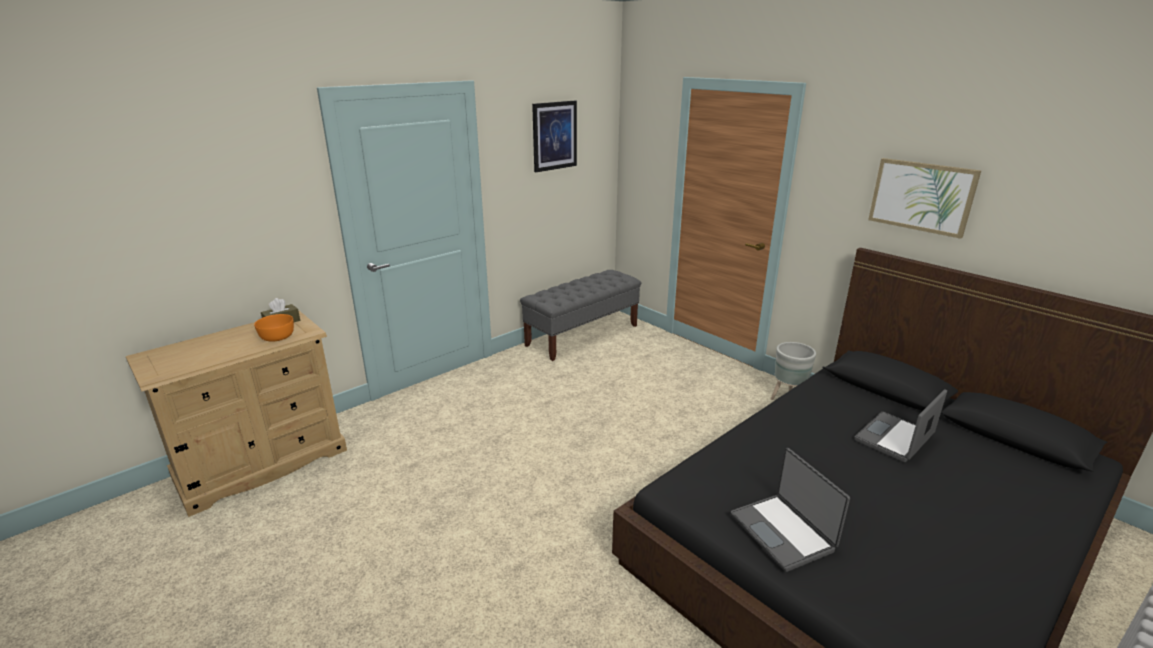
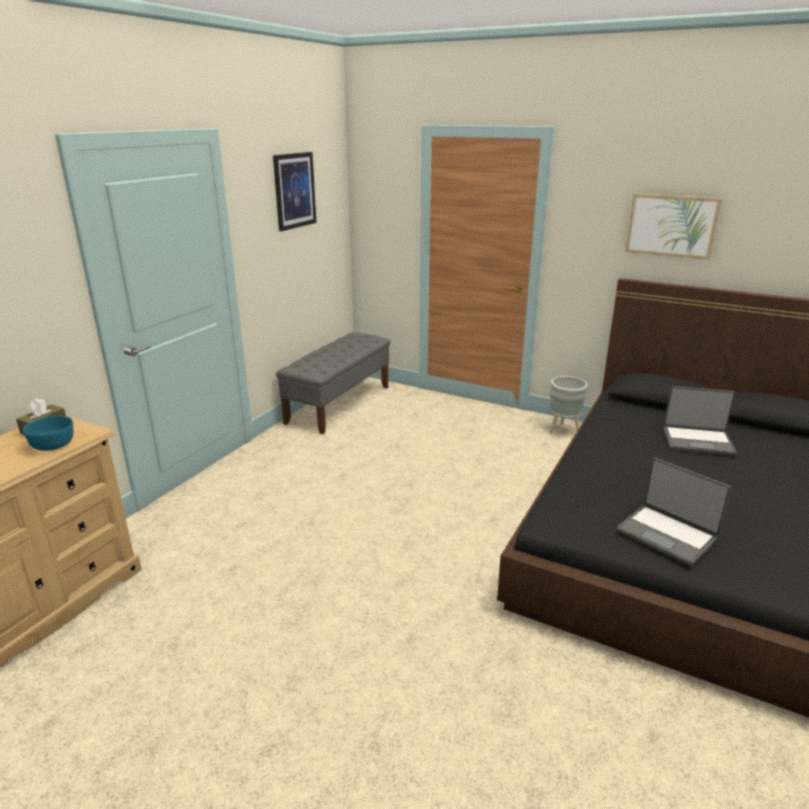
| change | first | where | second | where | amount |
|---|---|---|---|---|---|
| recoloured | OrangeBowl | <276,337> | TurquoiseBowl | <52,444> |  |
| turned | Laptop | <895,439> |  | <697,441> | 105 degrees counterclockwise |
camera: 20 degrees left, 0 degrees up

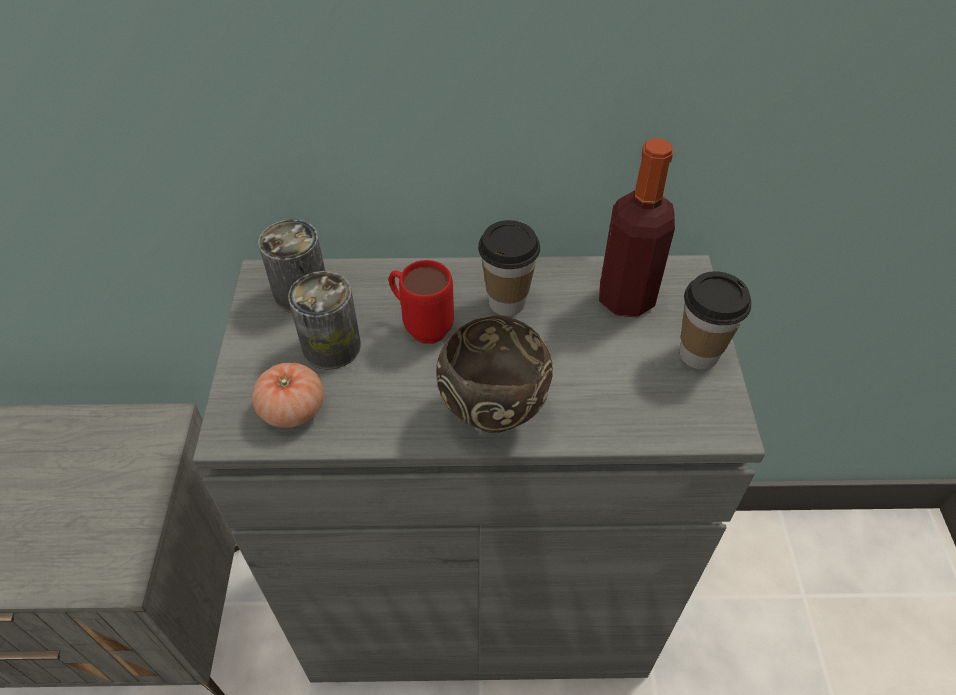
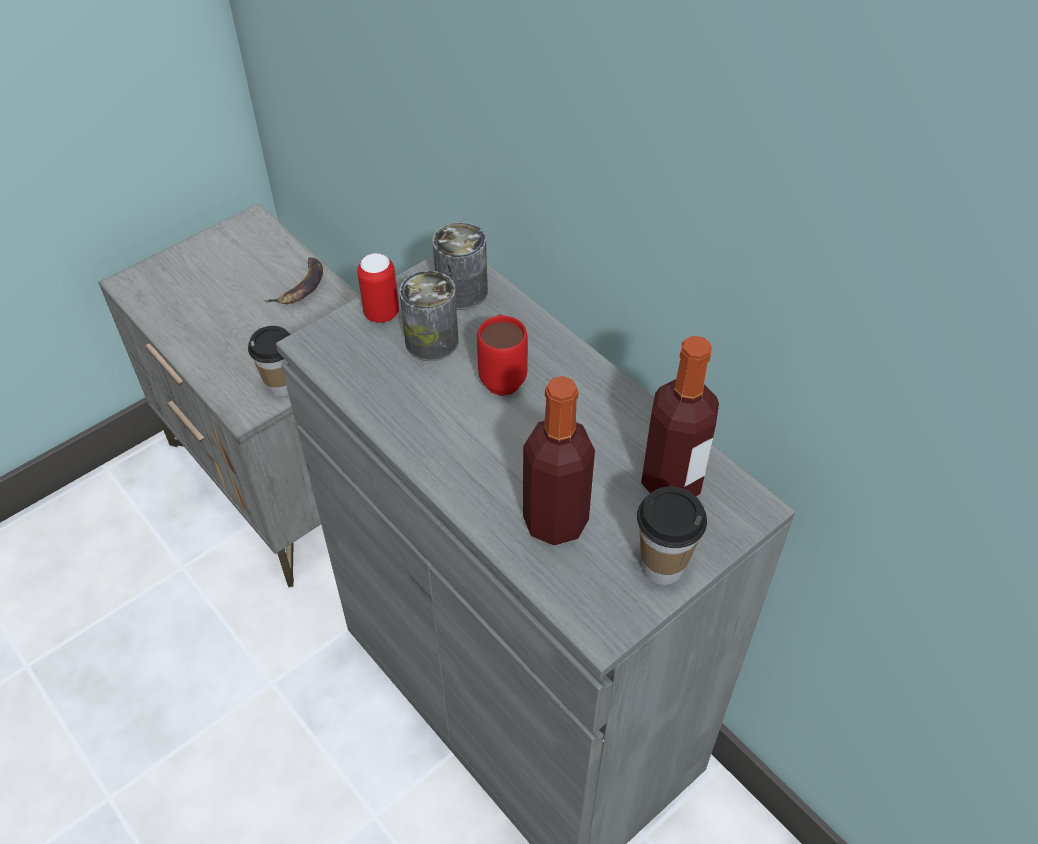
| change | first | where | second | where | amount |
|---|---|---|---|---|---|
| removed | Tomato | <292,409> |  |  |  |
| removed | BrownBowl | <493,413> |  |  |  |
| added |  |  | Banana | <301,286> |  |
| added |  |  | Can | <382,314> |  |
| added |  |  | Bottle | <555,521> |  |
| moved | Cup | <506,302> |  | <281,385> |  |
camera: 50 degrees right, 0 degrees up

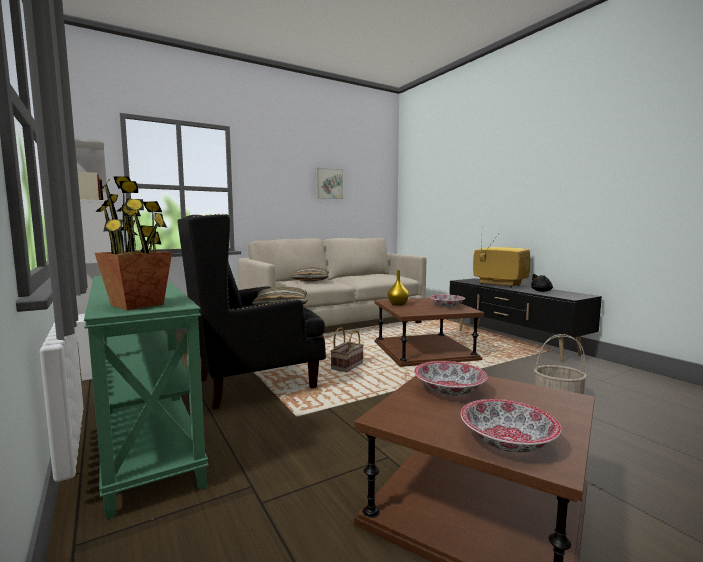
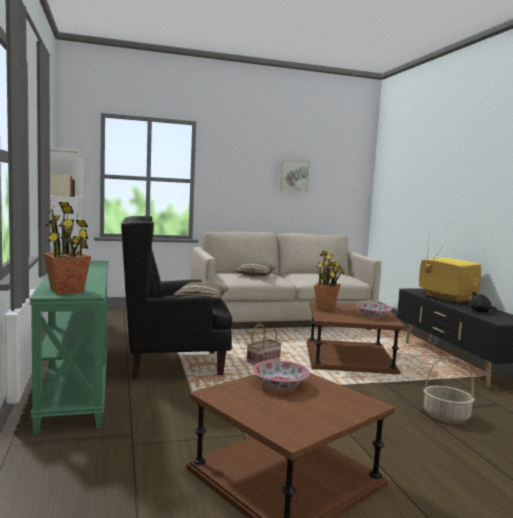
| change | first | where | second | where | amount |
|---|---|---|---|---|---|
| removed | Bowl | <508,442> |  |  |  |
| replaced | YellowVase | <397,304> | PottedPlant | <325,308> |  |
camera: 15 degrees right, 0 degrees up

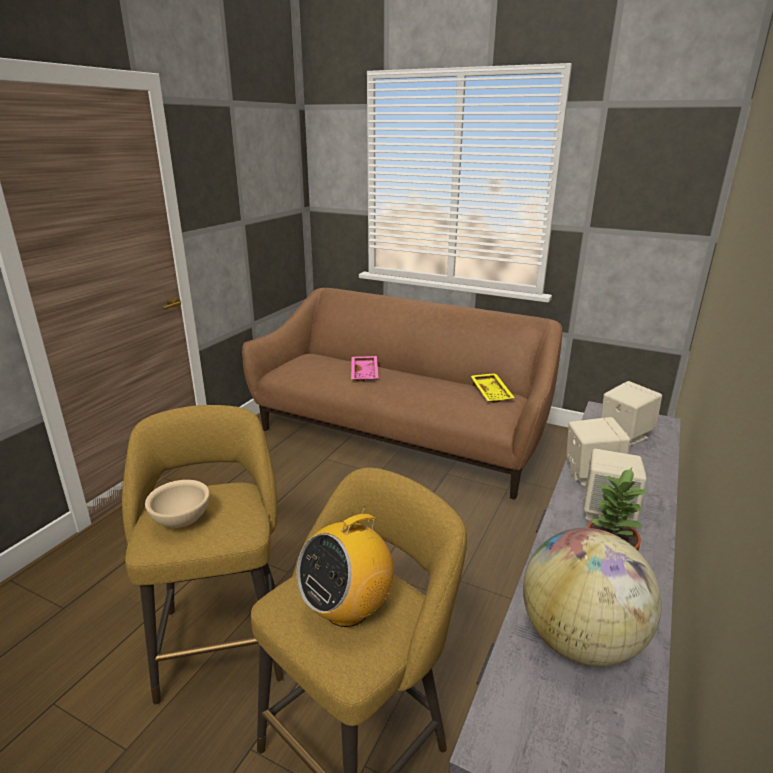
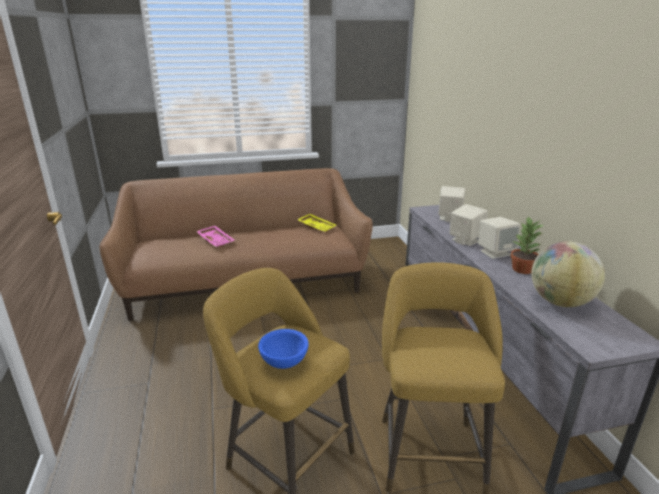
| change | first | where | second | where | amount |
|---|---|---|---|---|---|
| removed | Radio | <347,608> |  |  |  |
| recoloured | BeigeBowl | <181,520> | BlueBowl | <283,362> |  |
camera: 40 degrees left, 0 degrees up

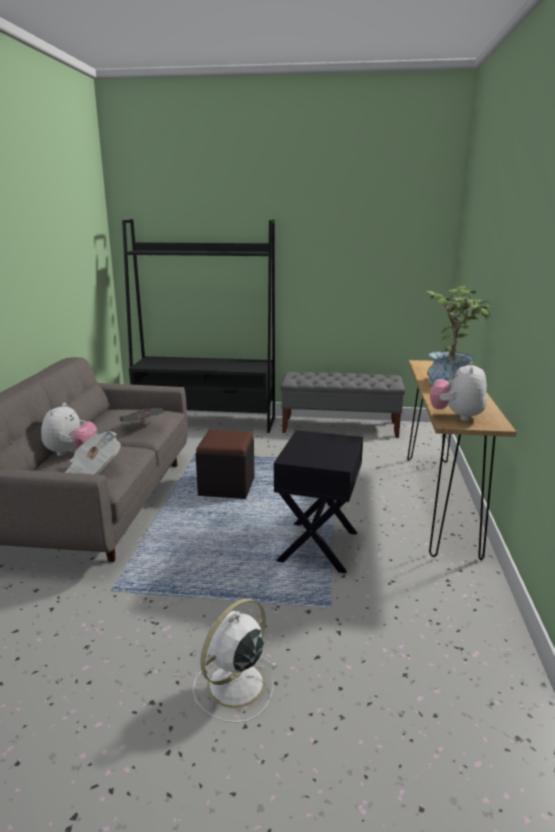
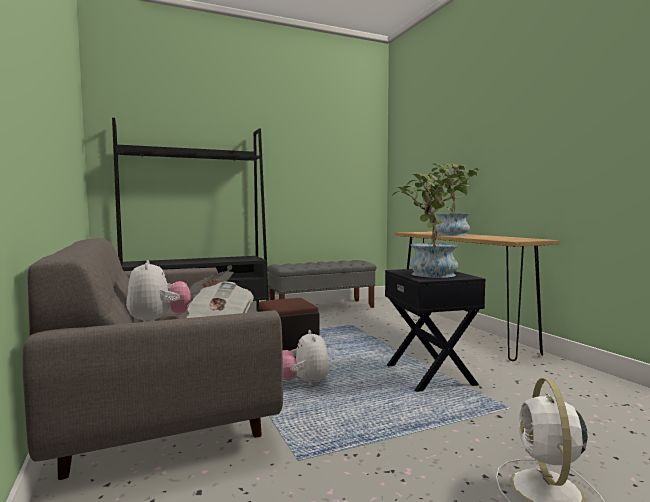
| change | first | where | second | where | amount |
|---|---|---|---|---|---|
| added |  |  | PottedPlant | <430,273> |  |
| moved | PlushToy | <456,416> |  | <304,383> |  |
camera: 30 degrees left, 15 degrees down

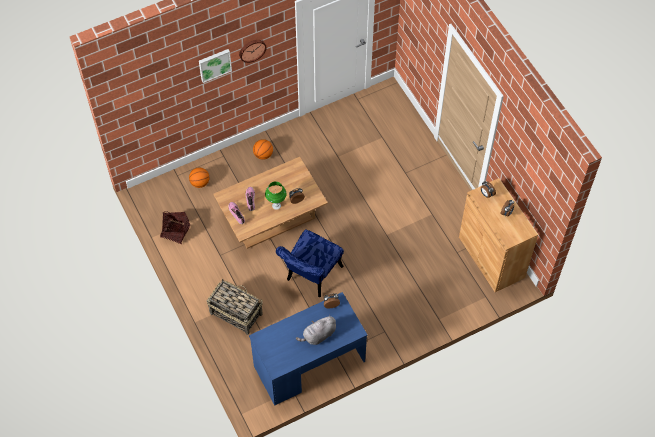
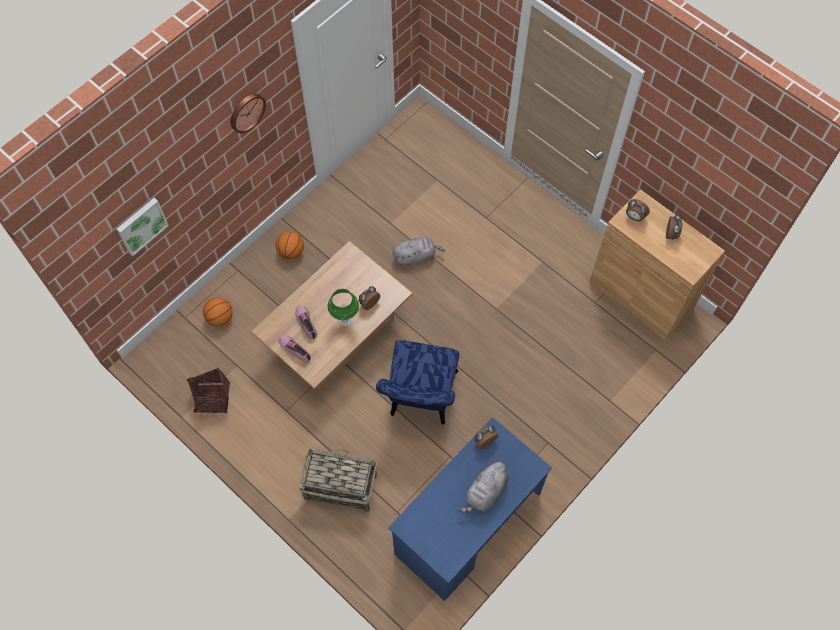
| change | first | where | second | where | amount |
|---|---|---|---|---|---|
| added |  |  | GreyPlushToy | <416,255> |  |
| moved | Picture | <214,64> |  | <141,225> |  |
camera: 20 degrees left, 5 degrees up

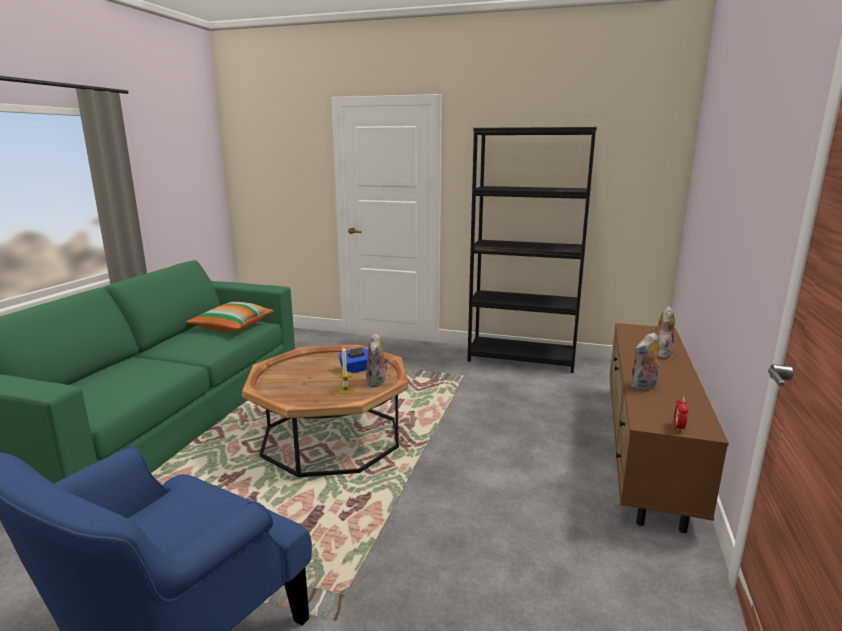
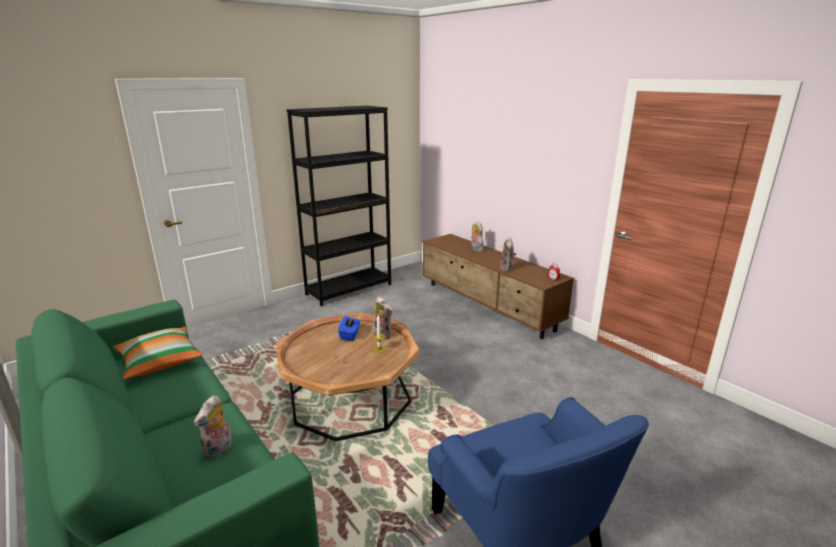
| change | first | where | second | where | amount |
|---|---|---|---|---|---|
| added |  |  | PlushToy | <219,449> |  |
camera: 55 degrees left, 5 degrees up

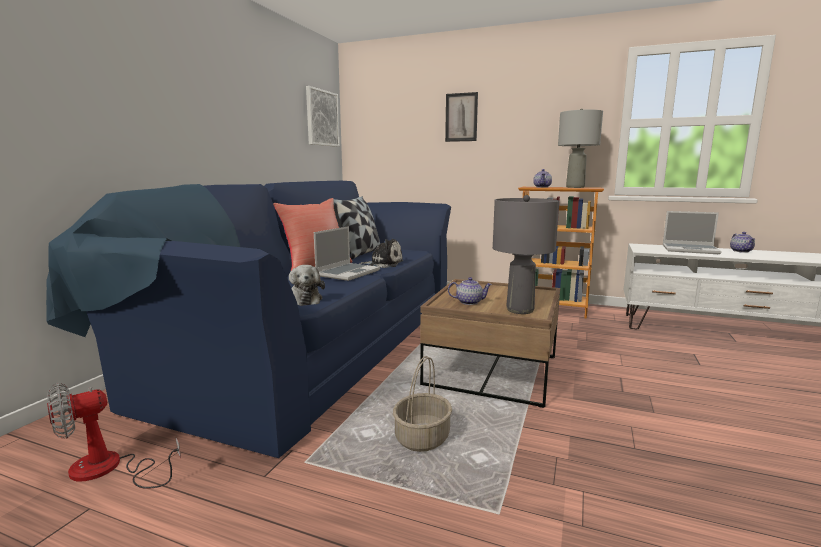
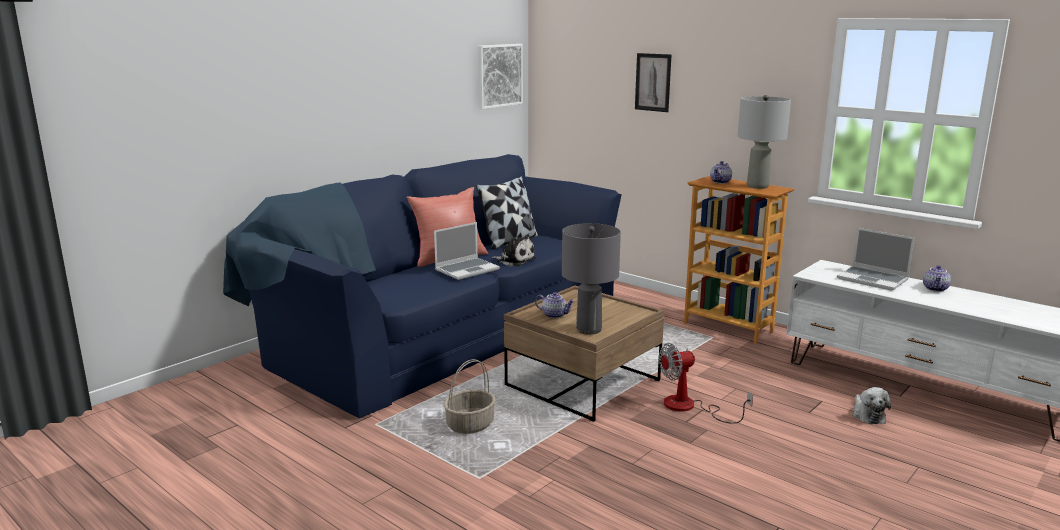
| change | first | where | second | where | amount |
|---|---|---|---|---|---|
| moved | Fan | <108,470> |  | <690,407> |  |
| moved | PlushToy | <304,300> |  | <867,415> |  |
camera: 20 degrees right, 5 degrees up

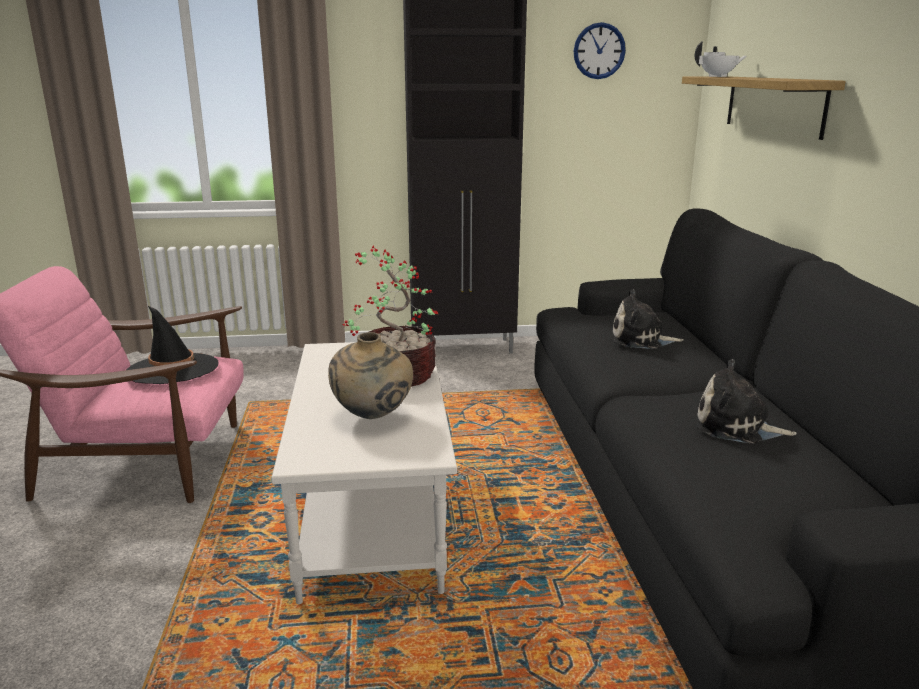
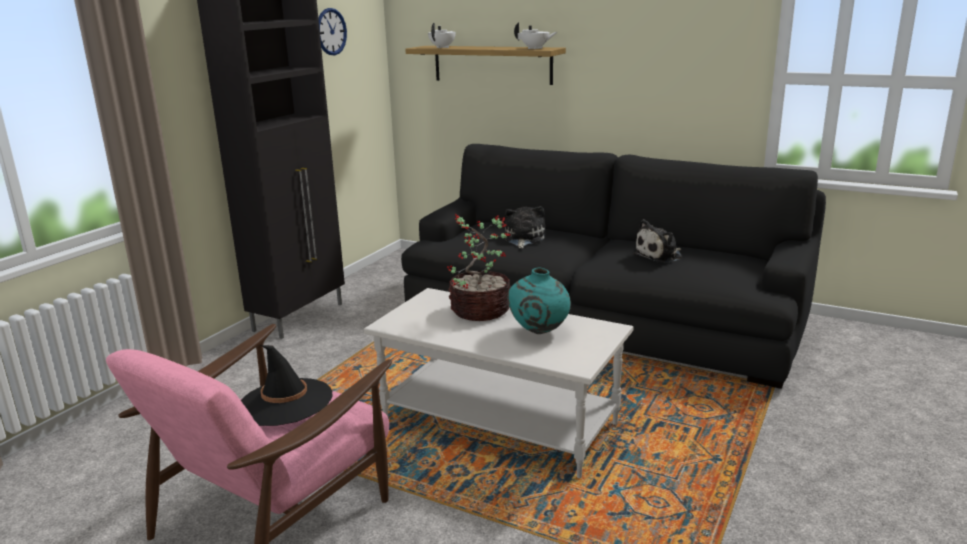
| change | first | where | second | where | amount |
|---|---|---|---|---|---|
| added |  |  | WhiteTeapot | <535,48> |  |
| recoloured | BeigeVase | <373,417> | TurquoiseVase | <539,332> |  |
| turned | PlushToy | <641,339> |  | <523,239> | 150 degrees clockwise |
camera: 55 degrees left, 0 degrees up

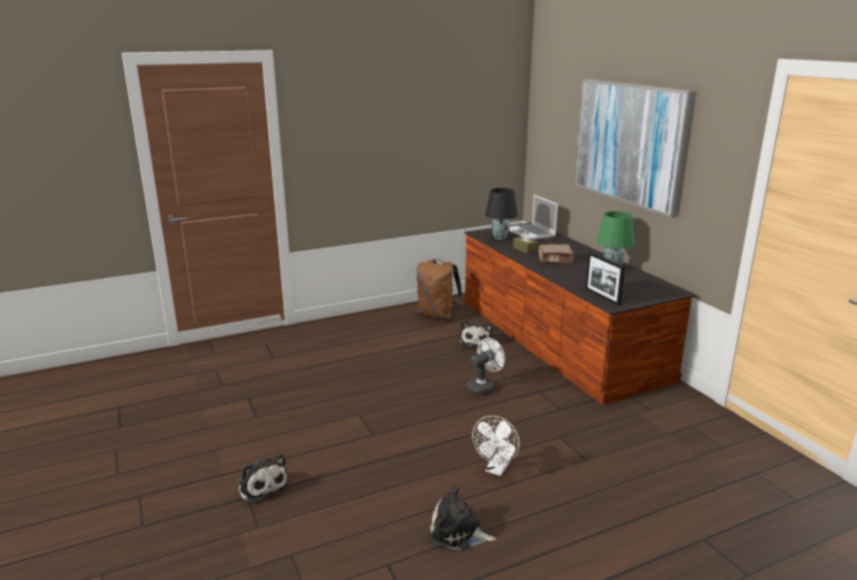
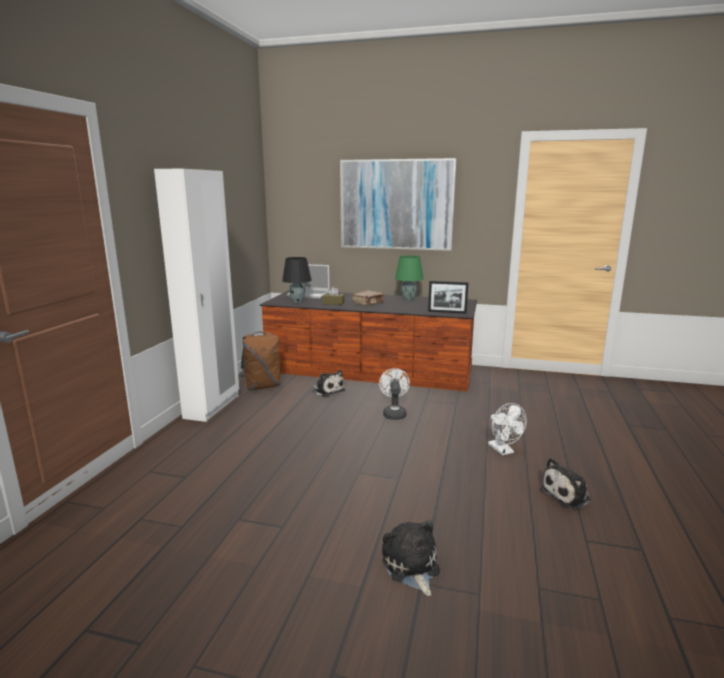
| change | first | where | second | where | amount |
|---|---|---|---|---|---|
| added |  |  | WhiteWardrobe | <212,406> |  |
| turned | PlushToy | <261,485> |  | <411,567> | 105 degrees counterclockwise |
camera: 50 degrees left, 5 degrees down

